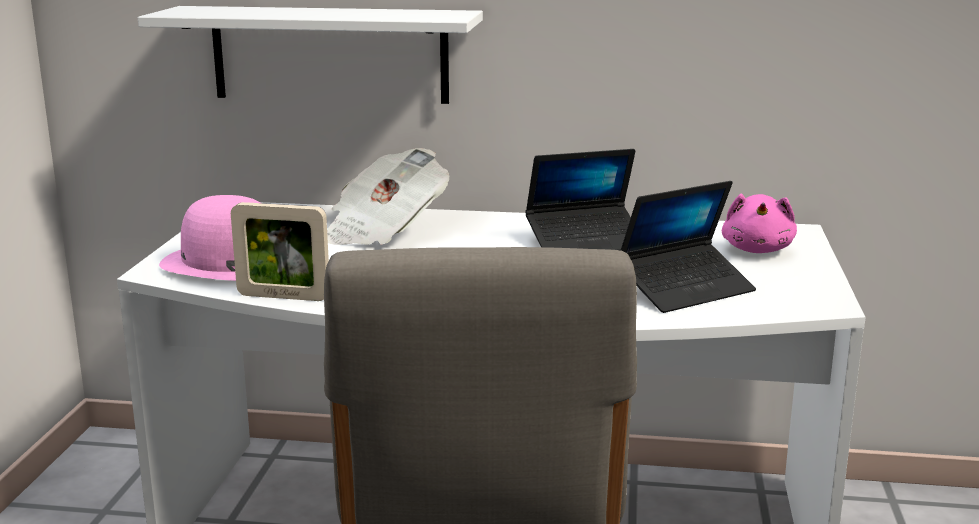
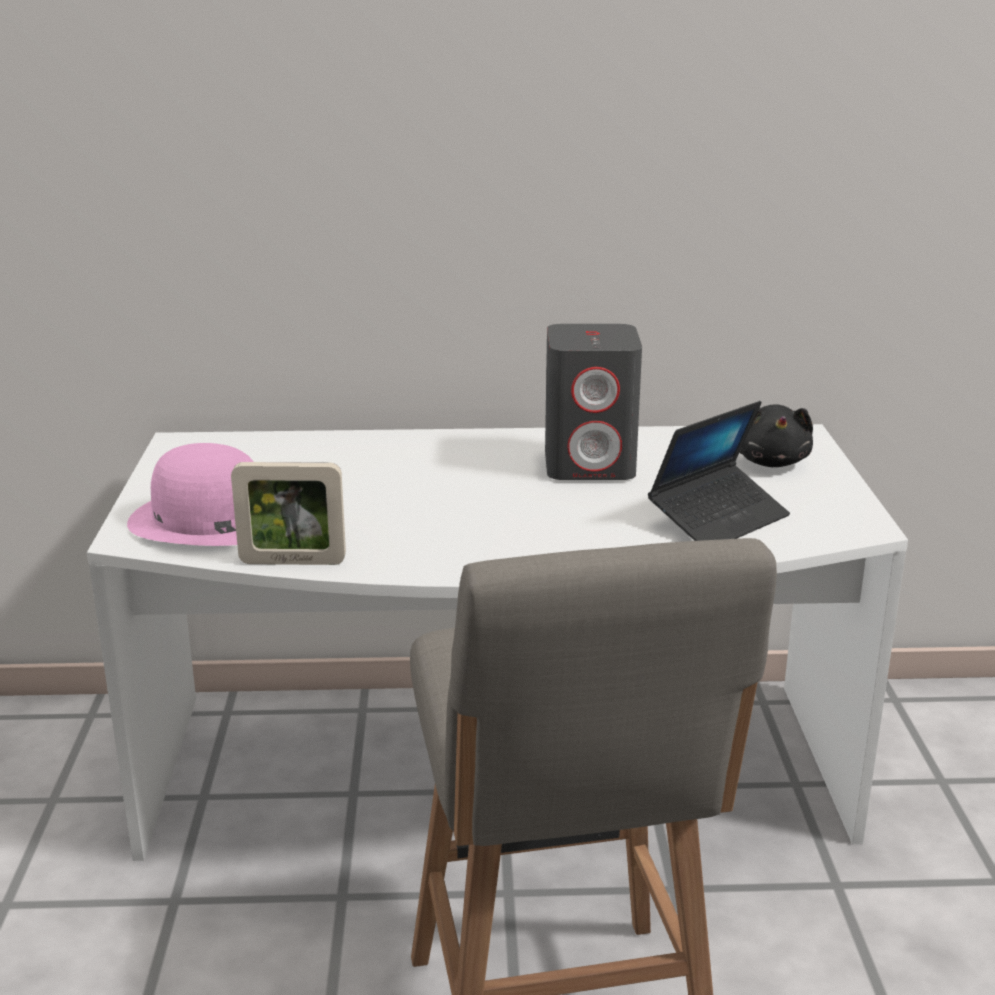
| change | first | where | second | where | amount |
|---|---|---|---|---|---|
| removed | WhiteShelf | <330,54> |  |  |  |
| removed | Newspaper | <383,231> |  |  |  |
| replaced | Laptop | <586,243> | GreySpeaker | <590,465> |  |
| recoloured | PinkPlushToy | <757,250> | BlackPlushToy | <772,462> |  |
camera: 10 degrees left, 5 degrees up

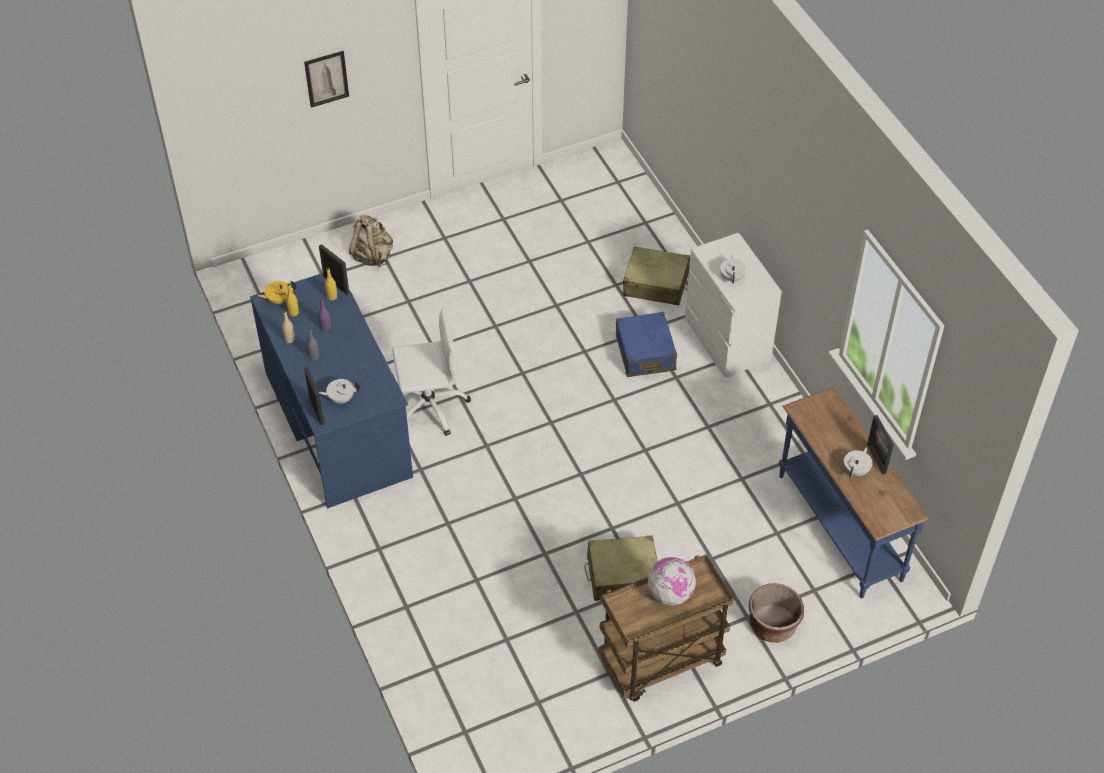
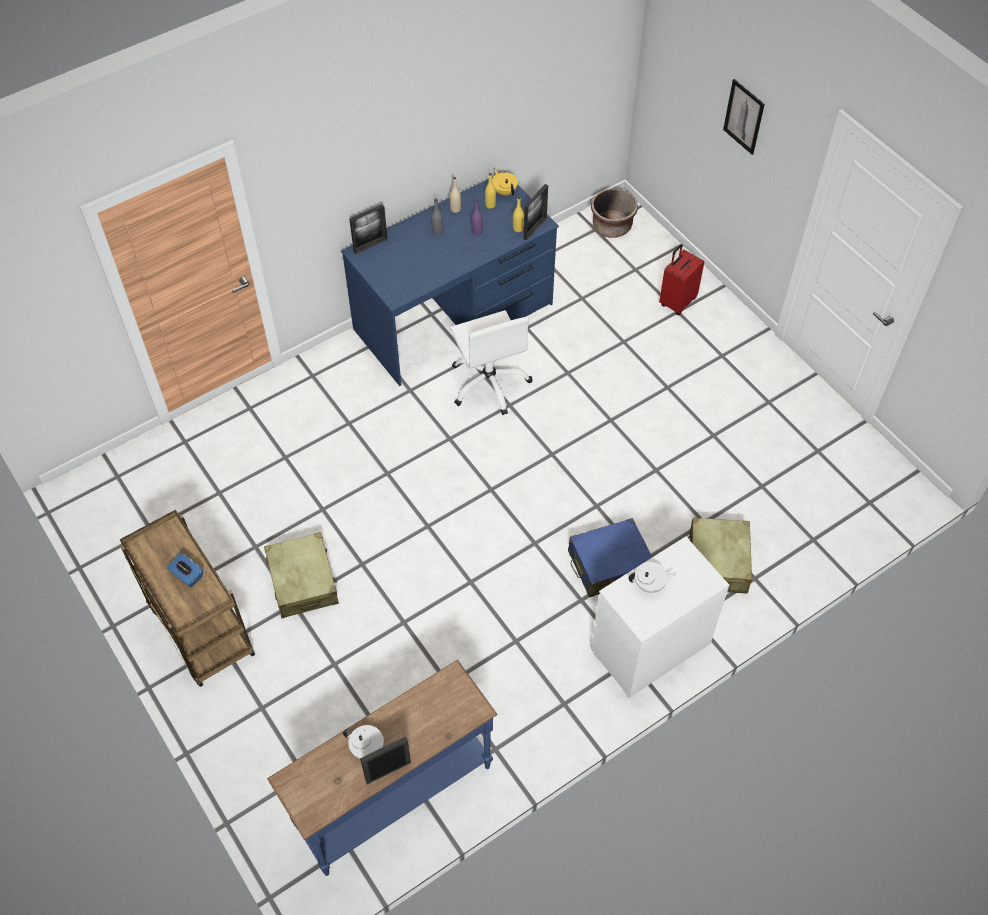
| change | first | where | second | where | amount |
|---|---|---|---|---|---|
| removed | WhiteTeapot | <341,398> |  |  |  |
| moved | BrownPlanter | <772,625> |  | <612,226> |  |
| replaced | BeigeBackpack | <373,255> | RedSuitcase | <677,302> |  |
| replaced | Globe | <670,594> | BlueTissueBox | <187,575> |  |
camera: 80 degrees right, 5 degrees up

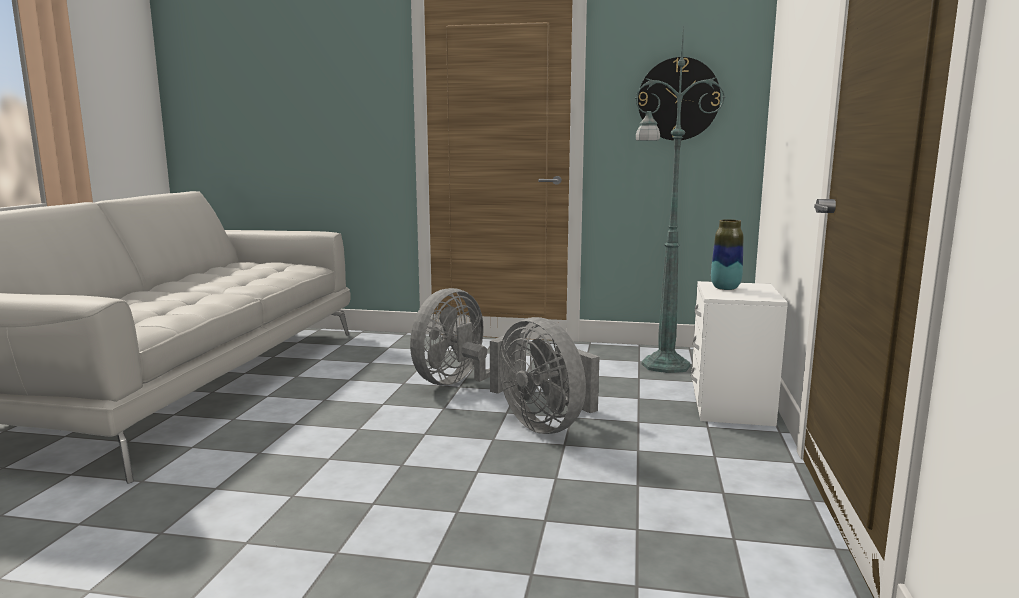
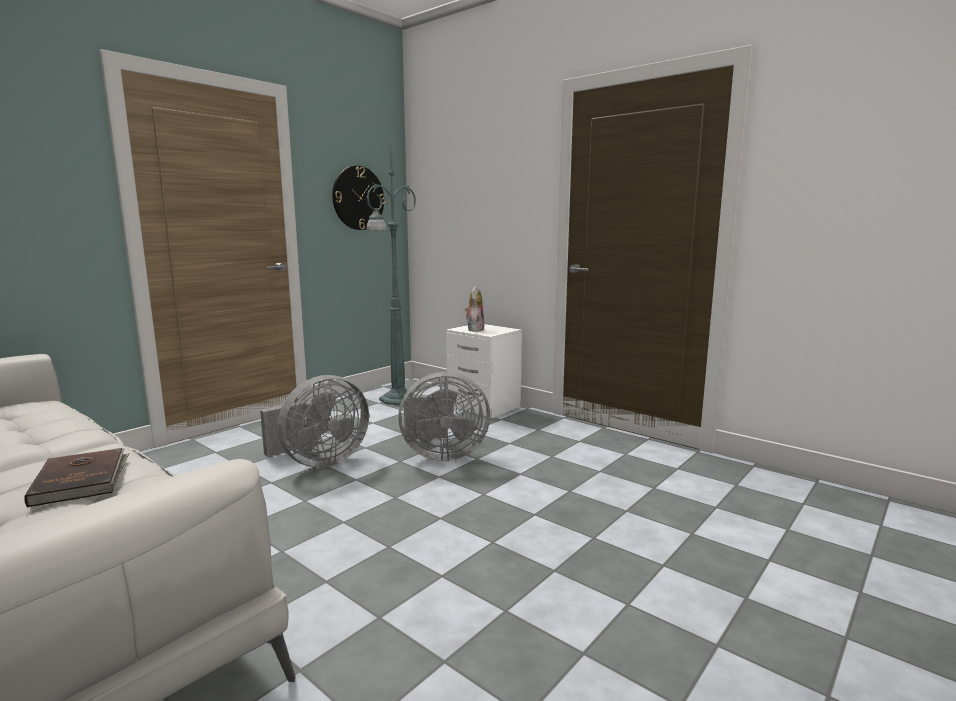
| change | first | where | second | where | amount |
|---|---|---|---|---|---|
| added |  |  | BrownBook | <82,479> |  |
| replaced | Vase | <725,288> | PlushToy | <474,329> |  |
| turned | GreyFan | <462,384> |  | <319,462> | 105 degrees counterclockwise |
camera: 60 degrees left, 0 degrees up

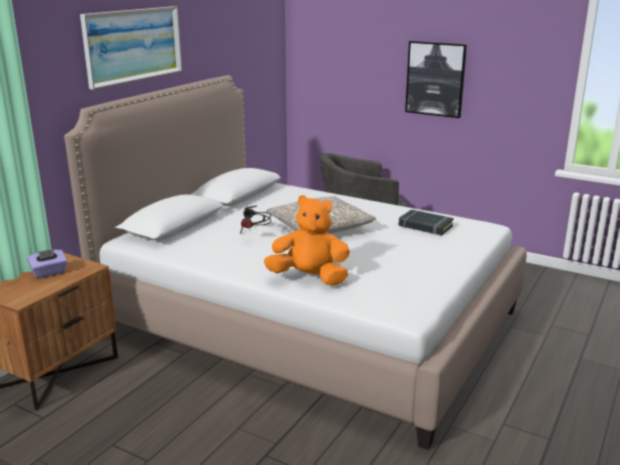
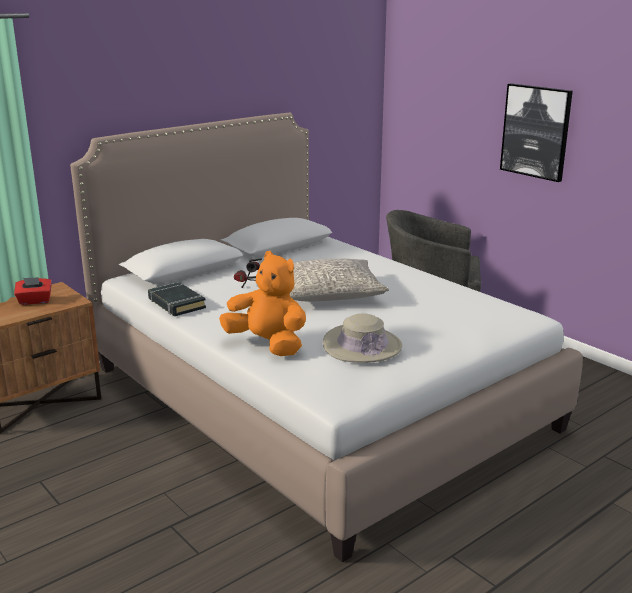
| change | first | where | second | where | amount |
|---|---|---|---|---|---|
| removed | Picture | <133,45> |  |  |  |
| added |  |  | BeigeHat | <362,345> |  |
| moved | BlackBook | <425,226> |  | <176,303> |  |
| recoloured | PurpleTissueBox | <49,273> | RedTissueBox | <35,301> |  |
camera: 20 degrees right, 0 degrees up

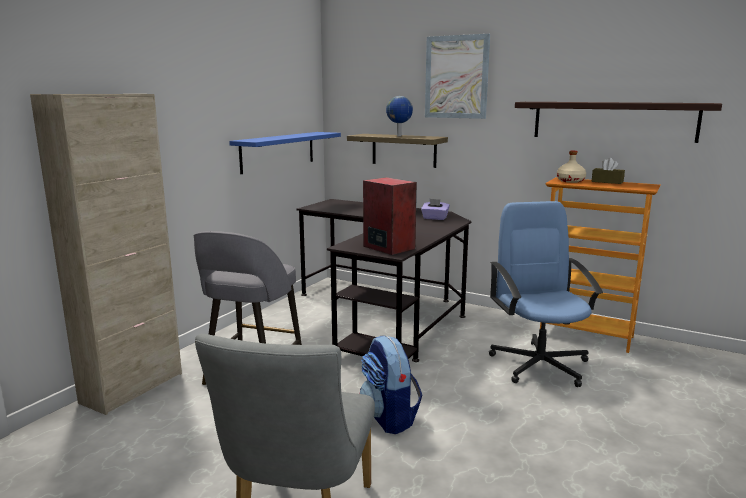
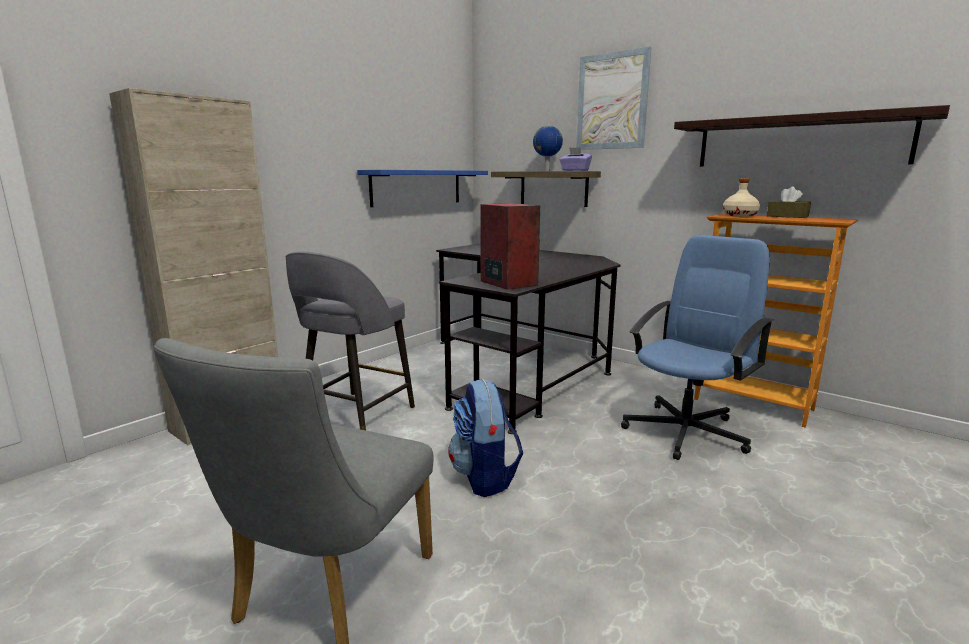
| change | first | where | second | where | amount |
|---|---|---|---|---|---|
| moved | PurpleTissueBox | <434,218> |  | <575,170> |  |
| turned | BlueOfficeChair | <539,364> |  | <686,431> | 45 degrees clockwise |
camera: 10 degrees right, 0 degrees up

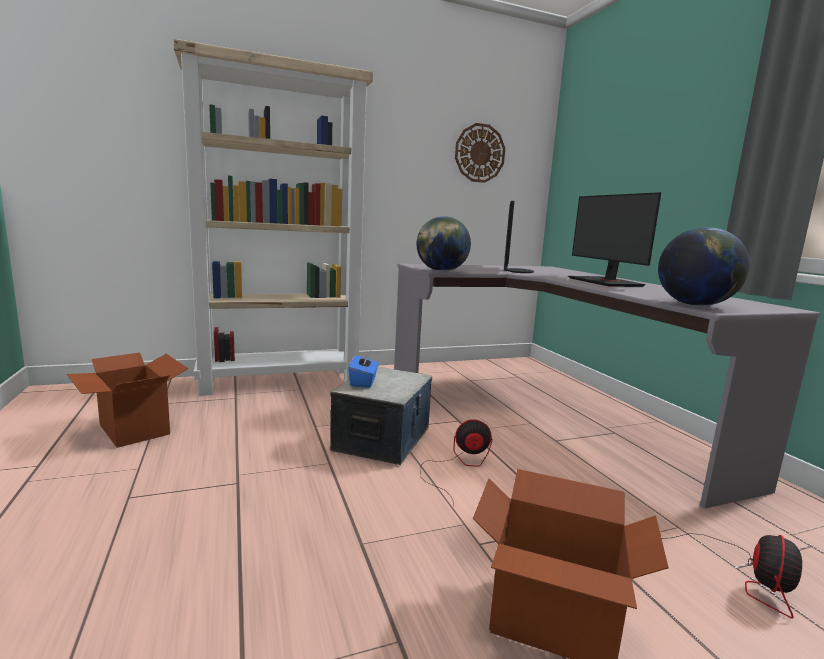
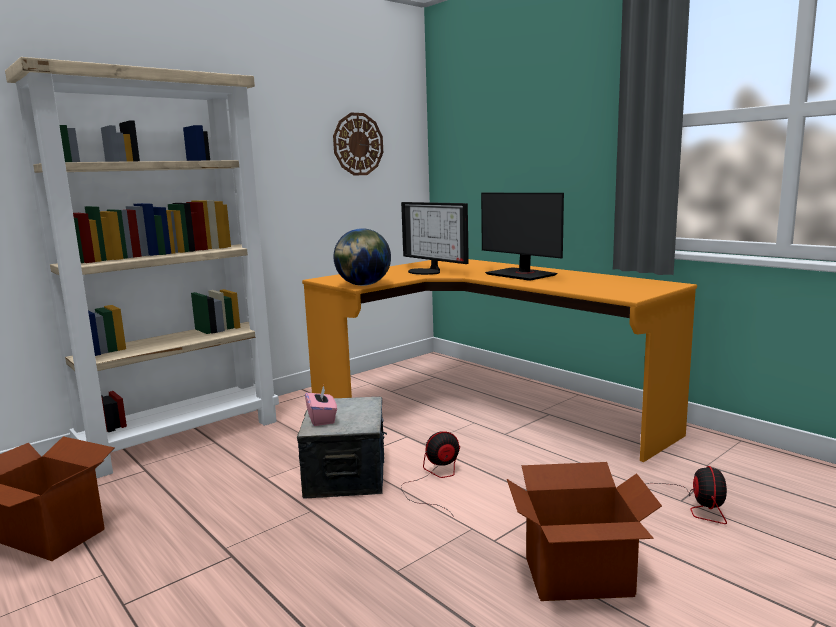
| change | first | where | second | where | amount |
|---|---|---|---|---|---|
| removed | Globe | <695,305> |  |  |  |
| recoloured | BlueTissueBox | <363,382> | PinkTissueBox | <322,419> |  |
| recoloured | GreyDesk | <550,413> | OrangeDesk | <485,408> |  |
| turned | Monitor | <515,271> |  | <427,271> | 150 degrees clockwise |
camera: 20 degrees left, 0 degrees up

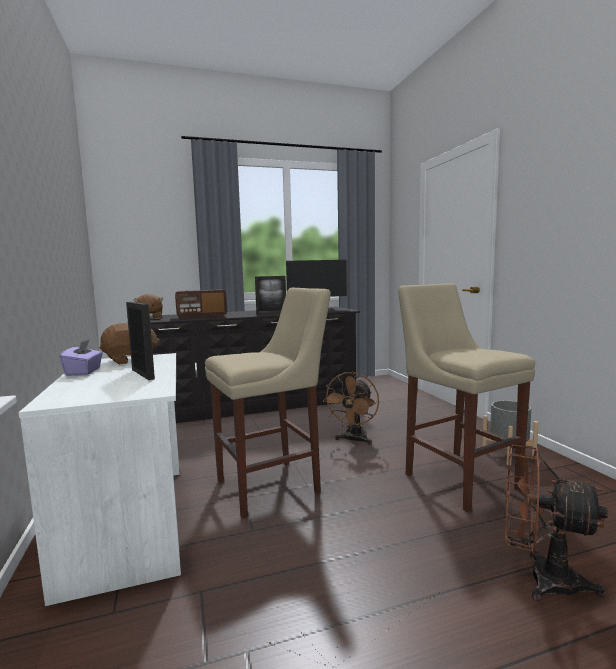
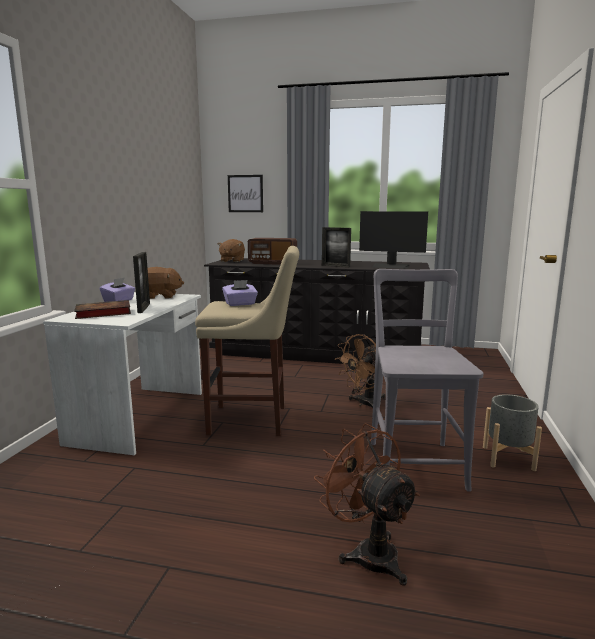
| change | first | where | second | where | amount |
|---|---|---|---|---|---|
| added |  |  | Book | <102,313> |  |
| added |  |  | PurpleTissueBox | <240,304> |  |
| added |  |  | Picture | <245,193> |  |
| replaced | BeigeStool | <457,479> | GreyChair | <414,461> |  |
camera: 30 degrees right, 5 degrees up

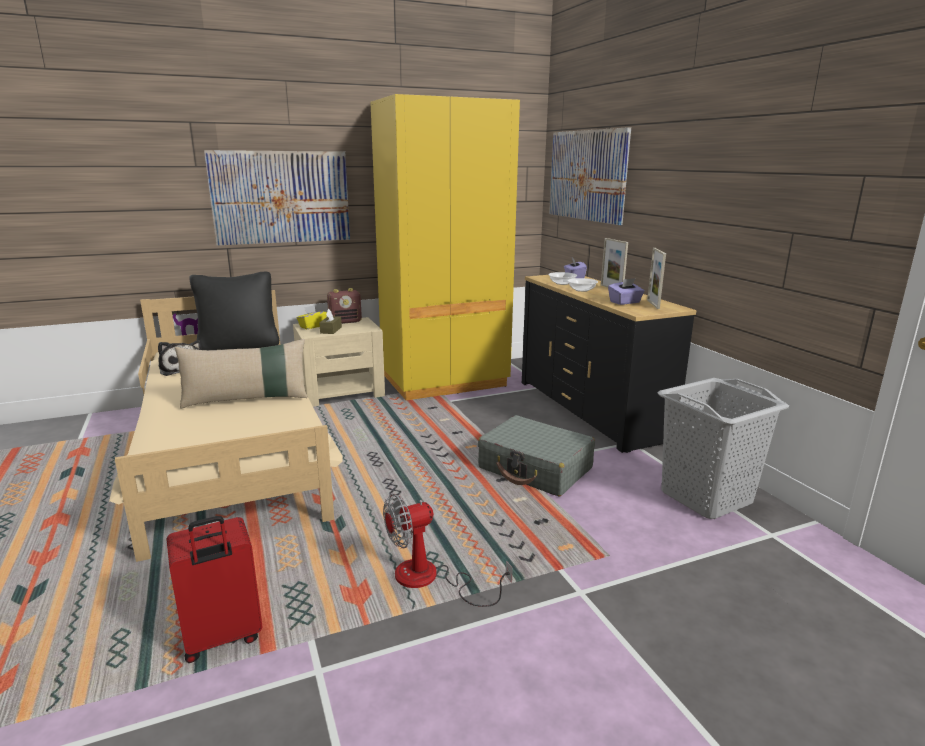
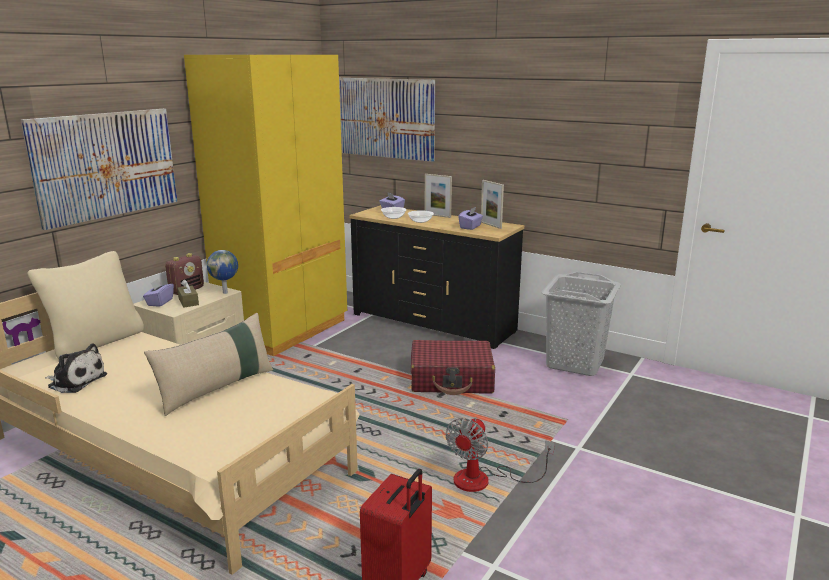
| change | first | where | second | where | amount |
|---|---|---|---|---|---|
| added |  |  | Globe | <225,292> |  |
| recoloured | BlackPillow | <239,346> | BeigePillow | <96,342> |  |
| recoloured | YellowTissueBox | <312,326> | PurpleTissueBox | <159,302> |  |
| recoloured | GreySuitcase | <535,468> | RedSuitcase | <452,379> |  |
camera: 35 degrees left, 0 degrees up

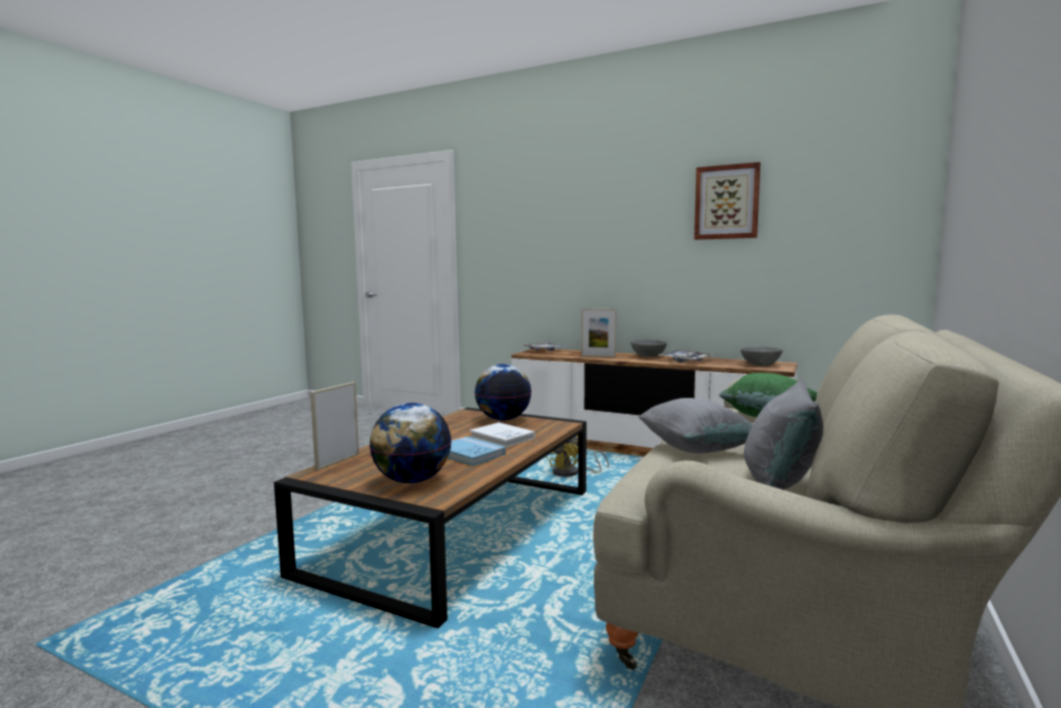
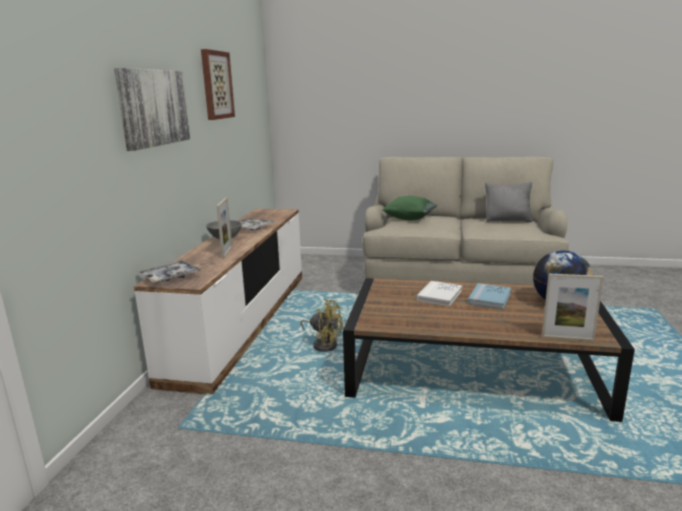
| change | first | where | second | where | amount |
|---|---|---|---|---|---|
| removed | Globe | <503,419> |  |  |  |
| removed | GreyPillow | <696,449> |  |  |  |
| removed | GreyBowl | <760,365> |  |  |  |
| added |  |  | Picture | <153,108> |  |
camera: 105 degrees left, 10 degrees up

